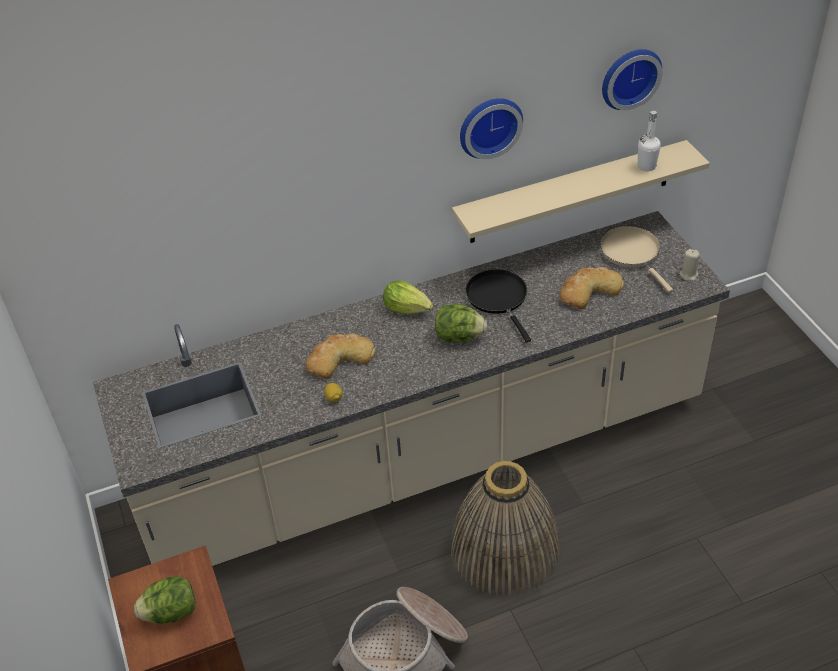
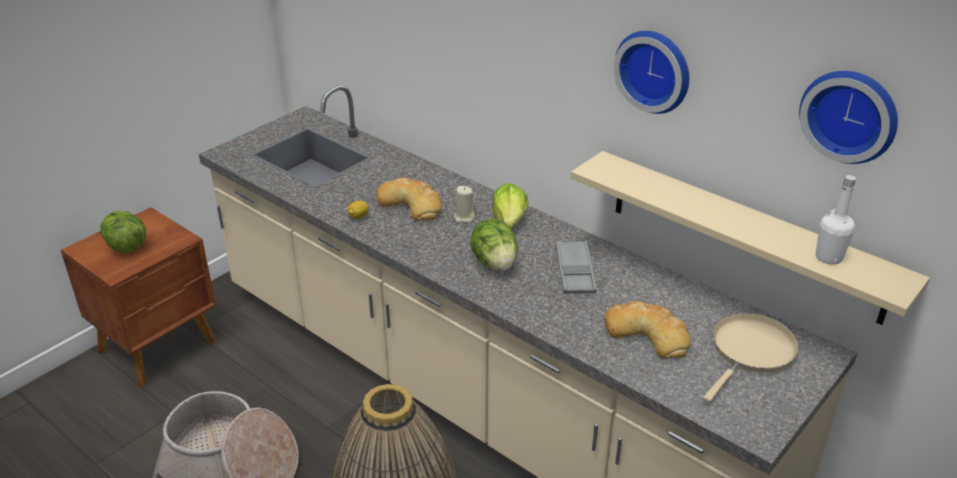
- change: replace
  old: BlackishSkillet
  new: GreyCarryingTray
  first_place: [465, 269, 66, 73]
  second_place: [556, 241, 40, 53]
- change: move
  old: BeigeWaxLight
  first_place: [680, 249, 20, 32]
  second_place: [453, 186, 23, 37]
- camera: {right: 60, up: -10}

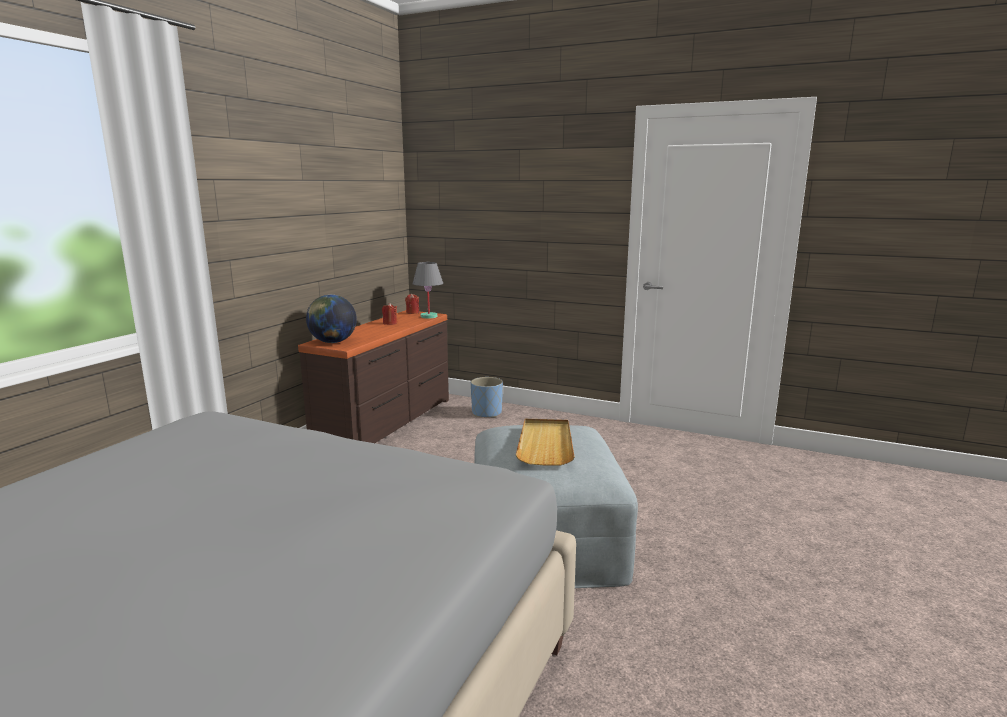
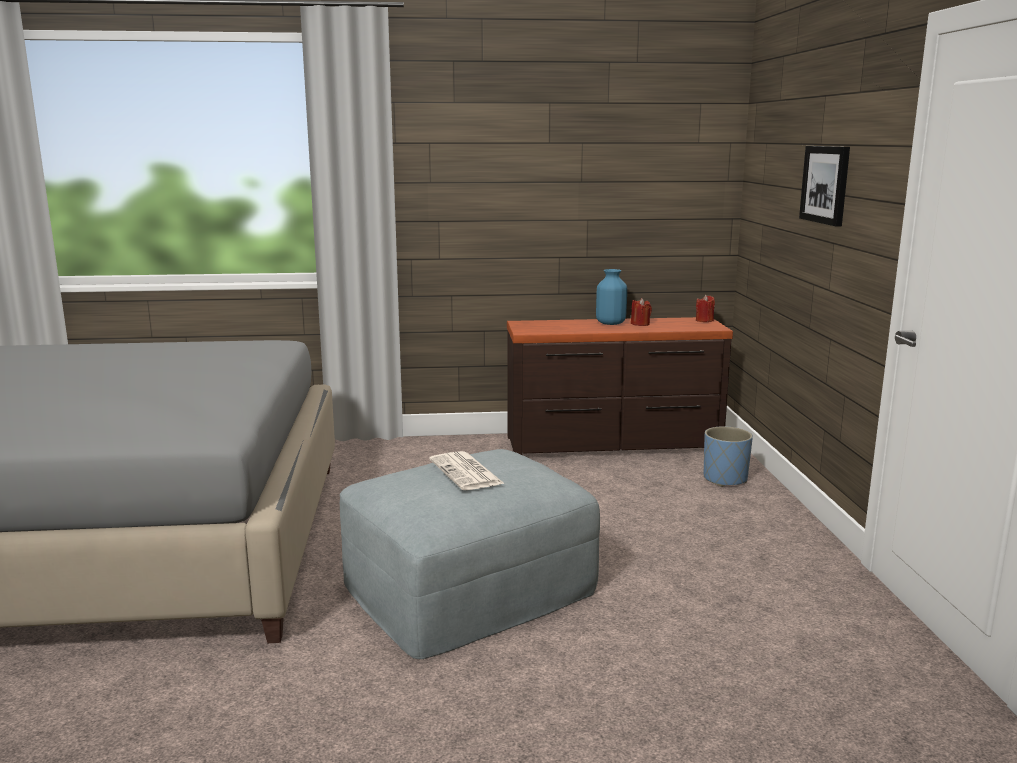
- change: delete
  old: WorldGlobe
  first_place: [306, 295, 51, 48]
- change: delete
  old: GreyTableLamp
  first_place: [412, 262, 31, 57]
- change: replace
  old: BeigeCarryingTray
  new: Newspaper
  first_place: [516, 419, 59, 47]
  second_place: [430, 451, 75, 39]
- change: insert
  new: BlueDecorativeVase
  second_place: [596, 269, 31, 56]
- change: insert
  new: WallArt
  second_place: [799, 146, 51, 81]
- camera: {right: 60, up: 0}

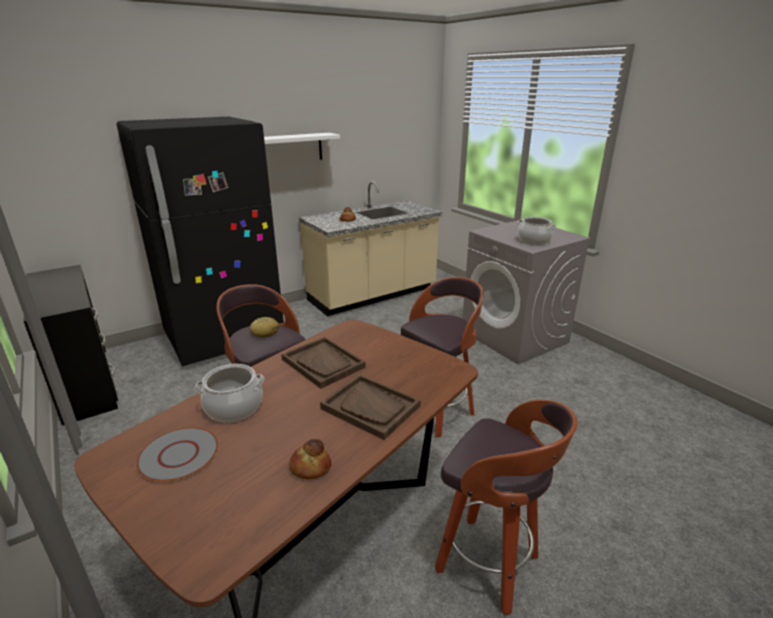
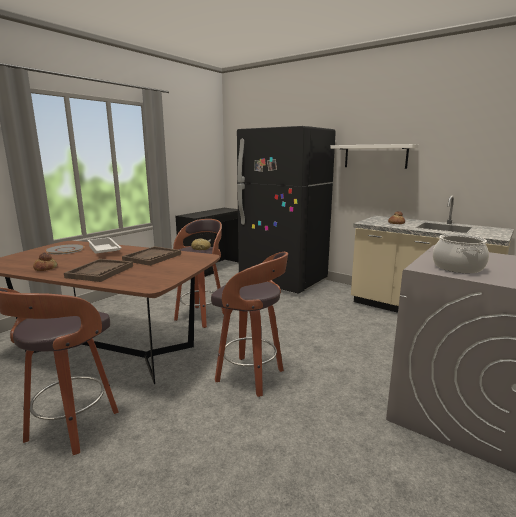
- change: replace
  old: Saucepot
  new: WhiteColouredCarryingTray
  first_place: [195, 364, 69, 58]
  second_place: [87, 237, 34, 17]
- camera: {right: 70, up: -10}

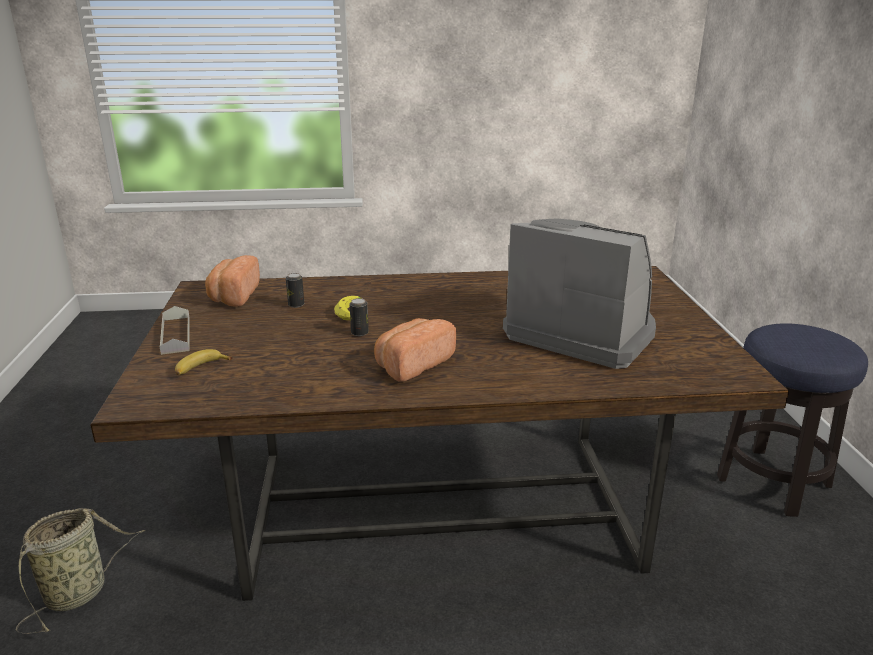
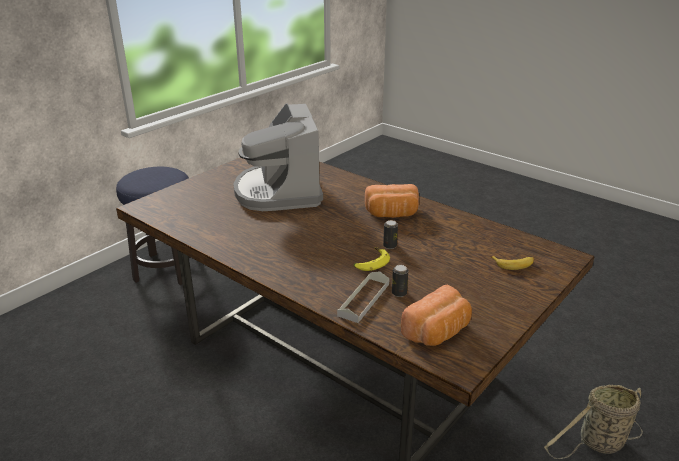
- change: move
  old: GreyCarryingTray
  first_place: [160, 306, 30, 49]
  second_place: [337, 271, 53, 52]
- camera: {right: -135, up: 5}

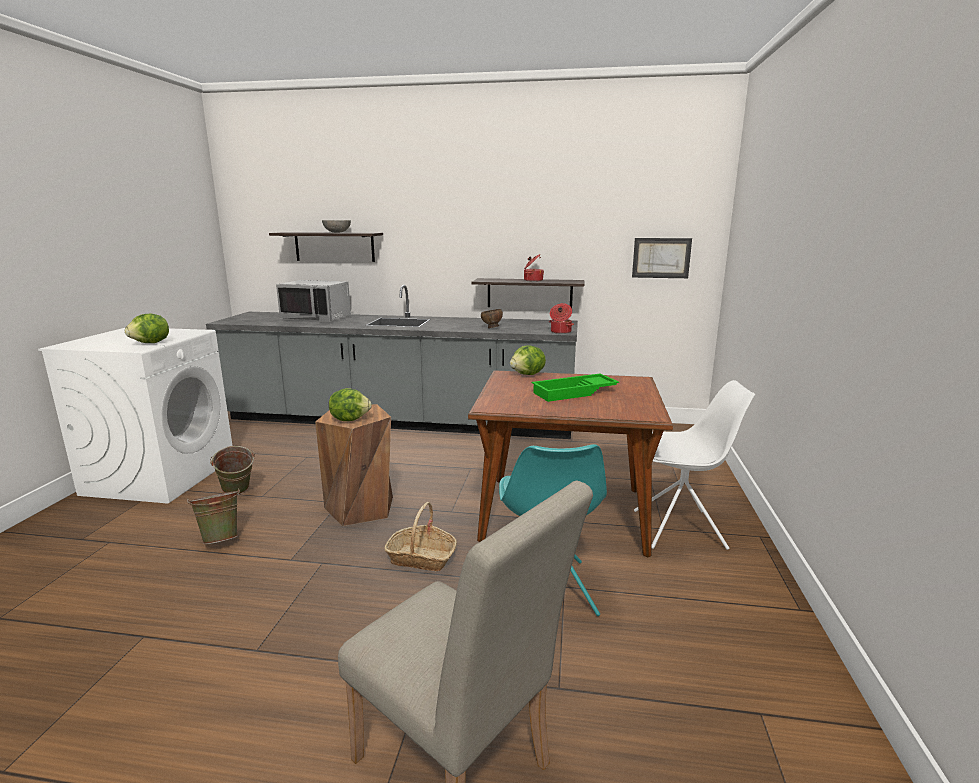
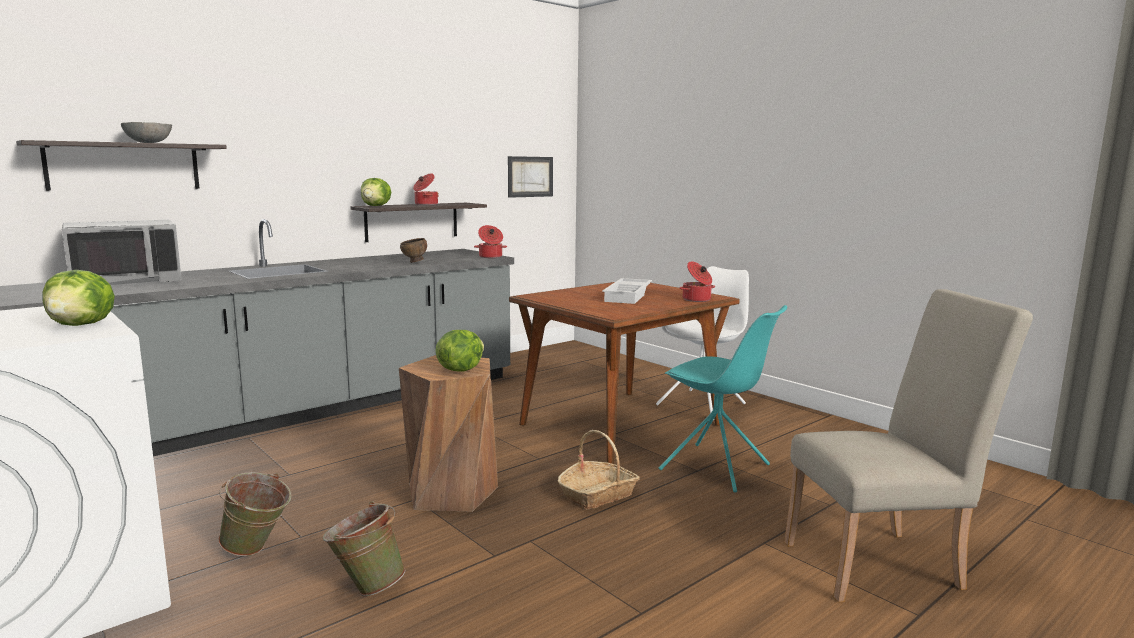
- change: move
  old: LettuceHead
  first_place: [510, 346, 36, 29]
  second_place: [361, 178, 30, 28]
- change: recolor
  old: GreenCarryingTray
  new: WhiteColouredCarryingTray
  first_place: [531, 374, 88, 28]
  second_place: [602, 278, 50, 26]
- change: insert
  new: Saucepot
  second_place: [680, 261, 35, 41]
- camera: {right: -50, up: -5}

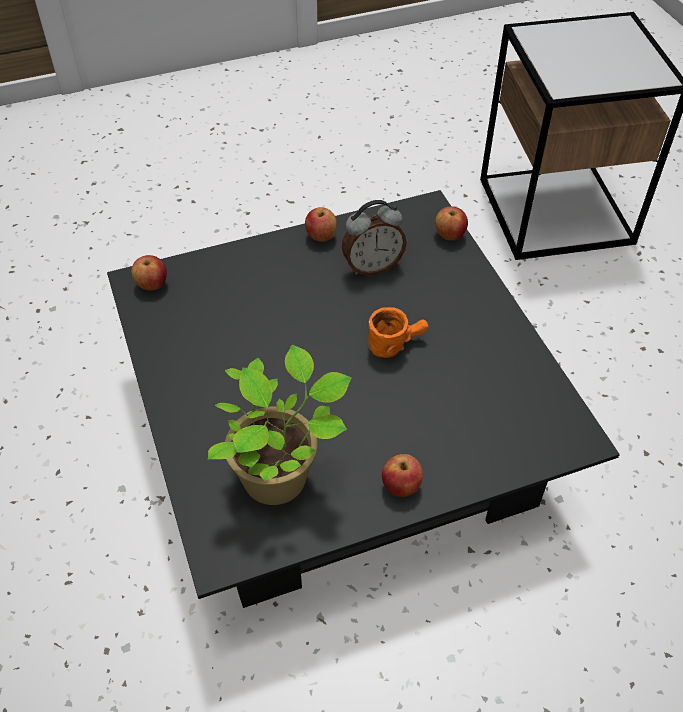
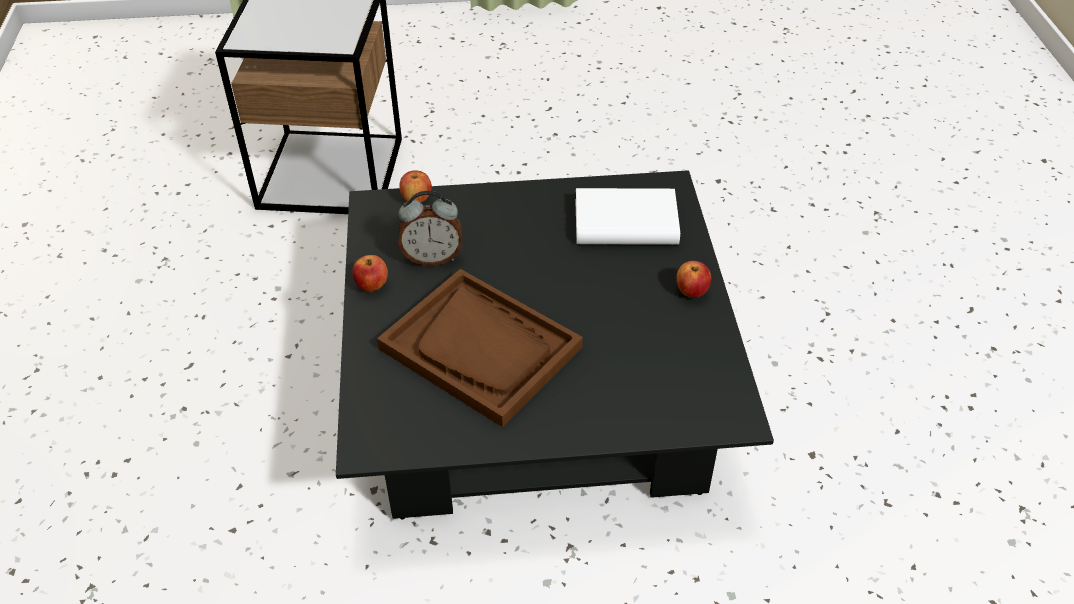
- change: delete
  old: WholeApple
  first_place: [131, 255, 36, 36]
- change: delete
  old: Houseplant
  first_place: [208, 345, 143, 160]
- change: rotate
  old: AlarmClock
  first_place: [342, 200, 65, 76]
  second_place: [398, 191, 64, 75]
  degrees: 90
- change: delete
  old: OrangeyMug
  first_place: [368, 307, 61, 51]
- change: insert
  new: BrownColouredCarryingTray
  second_place: [377, 269, 206, 158]
- change: insert
  new: WhiteColouredBoundBook
  second_place: [576, 188, 104, 57]
- camera: {right: -75, up: -5}

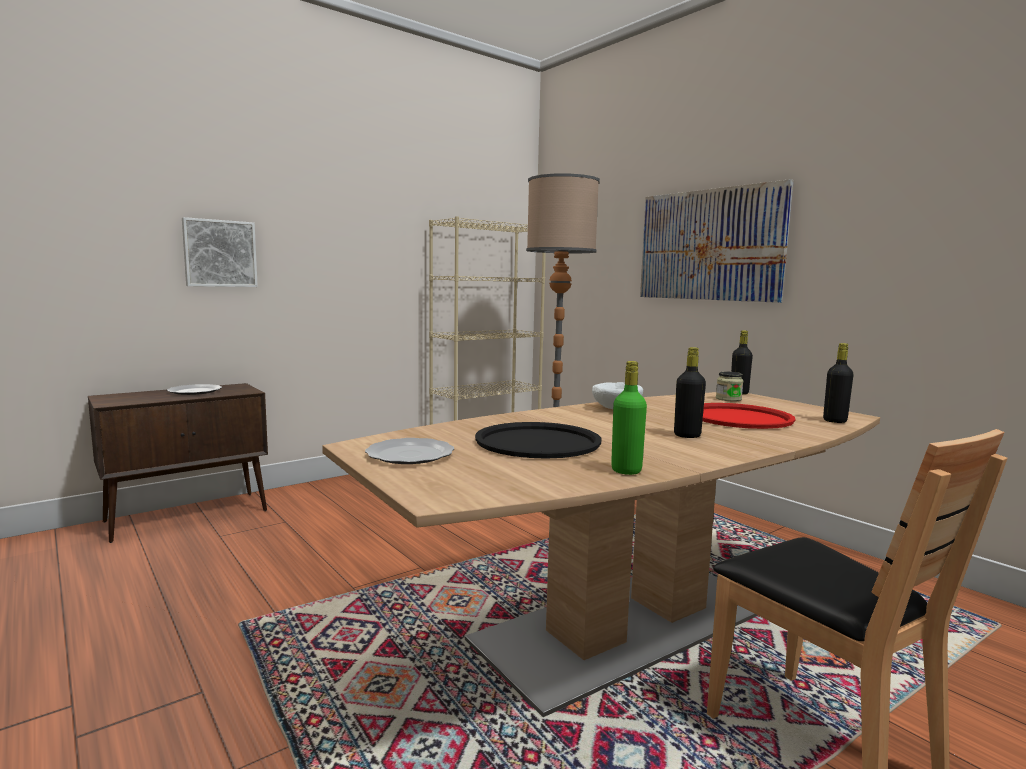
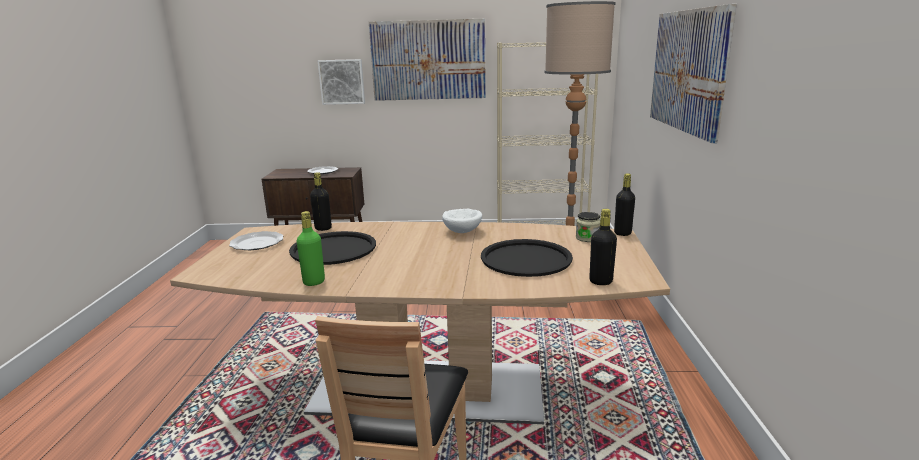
- change: move
  old: BlackishDrinkBottle
  first_place: [674, 347, 32, 91]
  second_place: [310, 172, 22, 59]
- change: recolor
  old: RedColouredCarryingTray
  new: BlackishCarryingTray
  first_place: [702, 403, 94, 26]
  second_place: [481, 239, 92, 38]
- change: insert
  new: WallArt
  second_place: [369, 19, 117, 82]
- camera: {right: 40, up: 10}

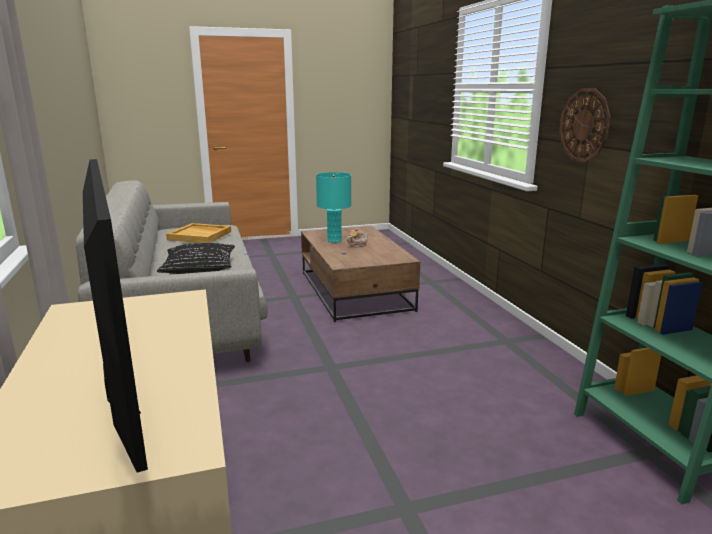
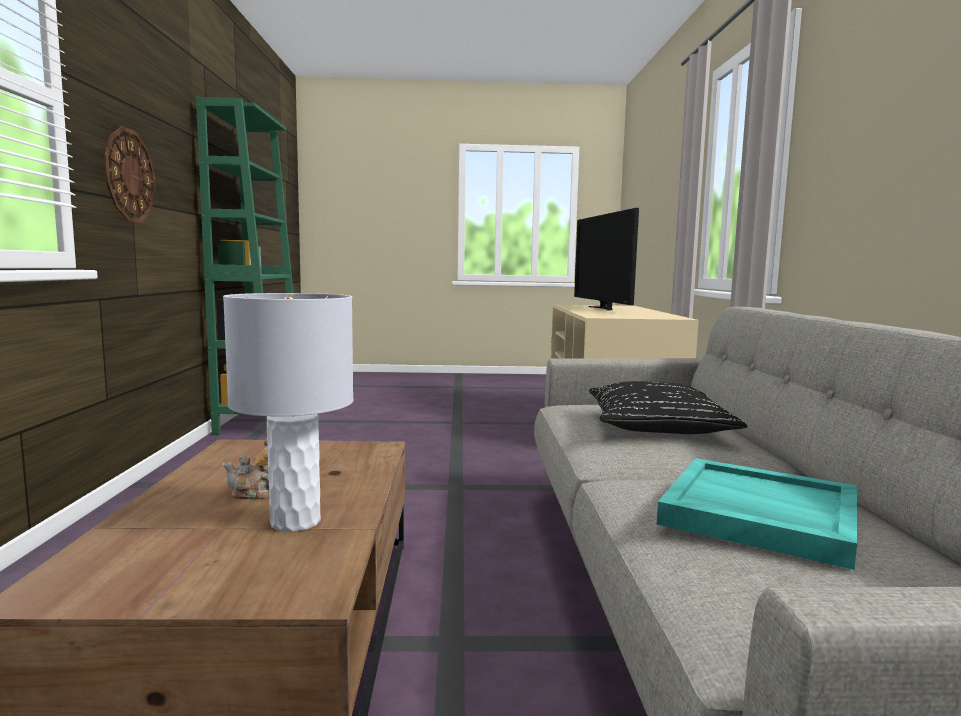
- change: recolor
  old: BeigeCarryingTray
  new: TurquoiseColouredCarryingTray
  first_place: [166, 223, 65, 20]
  second_place: [657, 458, 200, 112]
- change: recolor
  old: TurquoiseColouredTableLamp
  new: GreyTableLamp
  first_place: [316, 172, 35, 71]
  second_place: [223, 293, 130, 239]
- camera: {right: -165, up: -10}

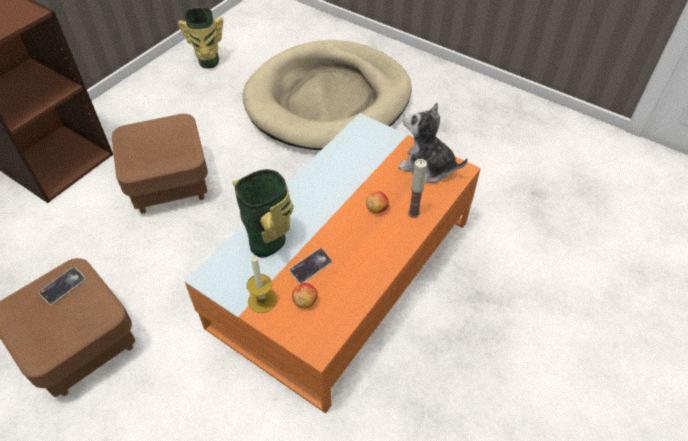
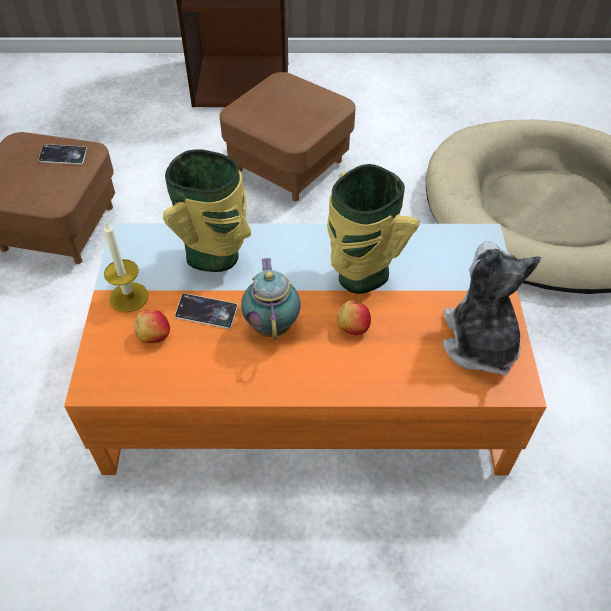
- change: move
  old: DecorativeVase
  first_place: [178, 7, 45, 62]
  second_place: [327, 164, 93, 130]
- change: delete
  old: WaxLight
  first_place: [408, 159, 19, 59]
- change: insert
  new: TeaPot
  second_place: [241, 258, 60, 82]
- camera: {right: 55, up: 0}

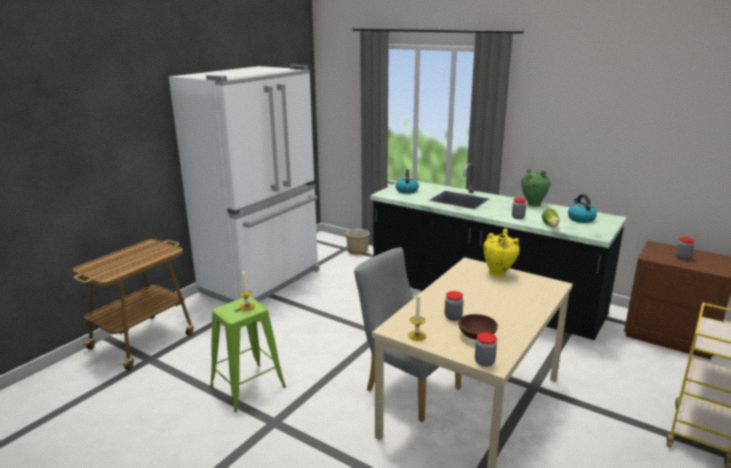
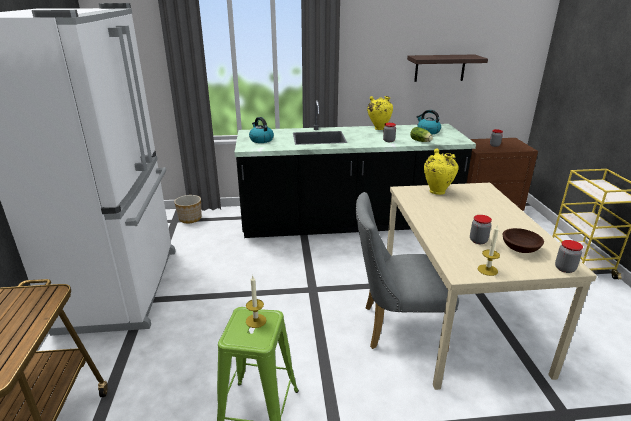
- change: recolor
  old: GreenDecorativeVase
  new: YellowishDecorativeVase
  first_place: [521, 168, 30, 38]
  second_place: [367, 96, 26, 34]
- change: insert
  new: WallShelf
  second_place: [407, 55, 81, 27]
- camera: {right: -40, up: 5}

